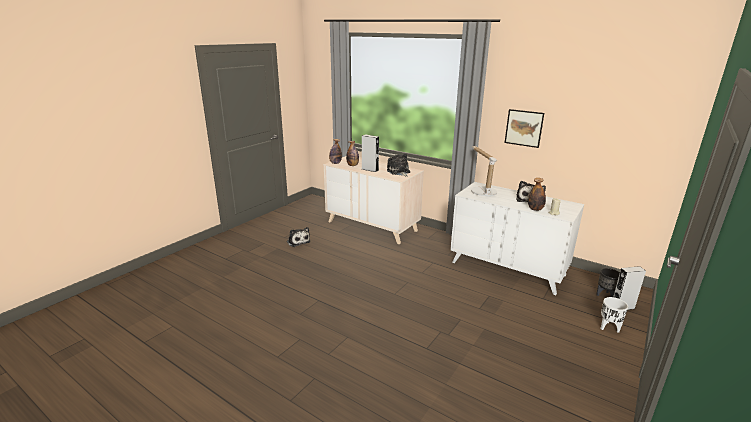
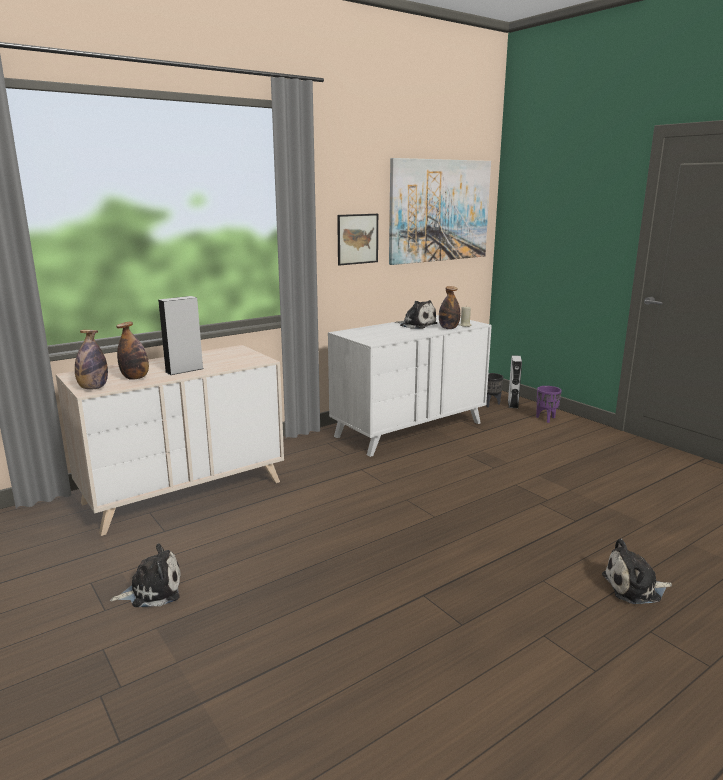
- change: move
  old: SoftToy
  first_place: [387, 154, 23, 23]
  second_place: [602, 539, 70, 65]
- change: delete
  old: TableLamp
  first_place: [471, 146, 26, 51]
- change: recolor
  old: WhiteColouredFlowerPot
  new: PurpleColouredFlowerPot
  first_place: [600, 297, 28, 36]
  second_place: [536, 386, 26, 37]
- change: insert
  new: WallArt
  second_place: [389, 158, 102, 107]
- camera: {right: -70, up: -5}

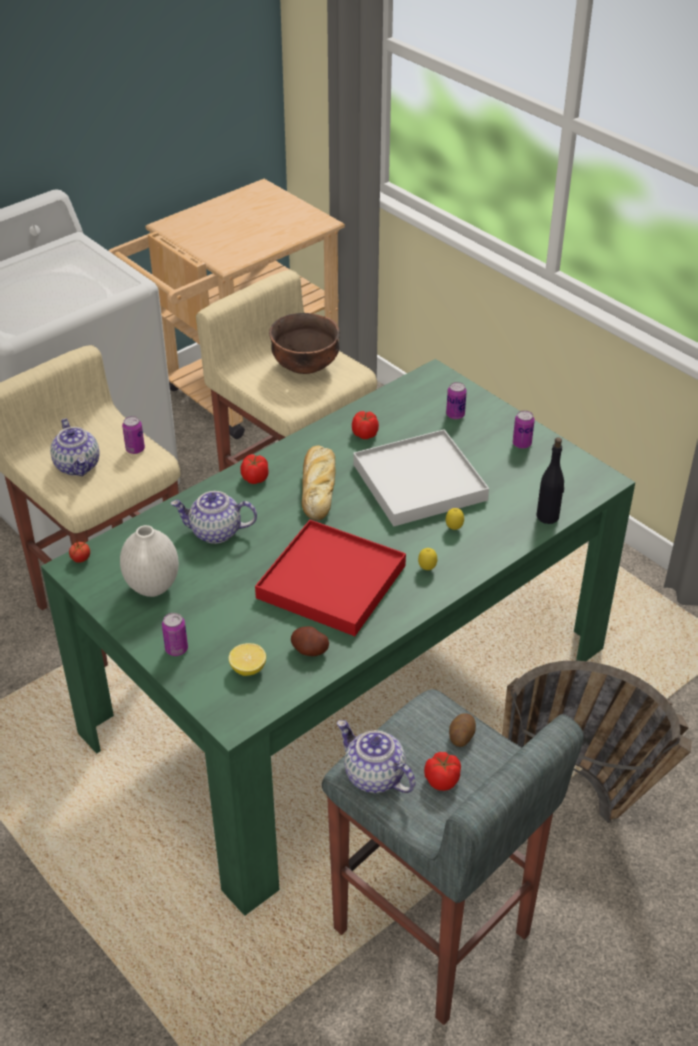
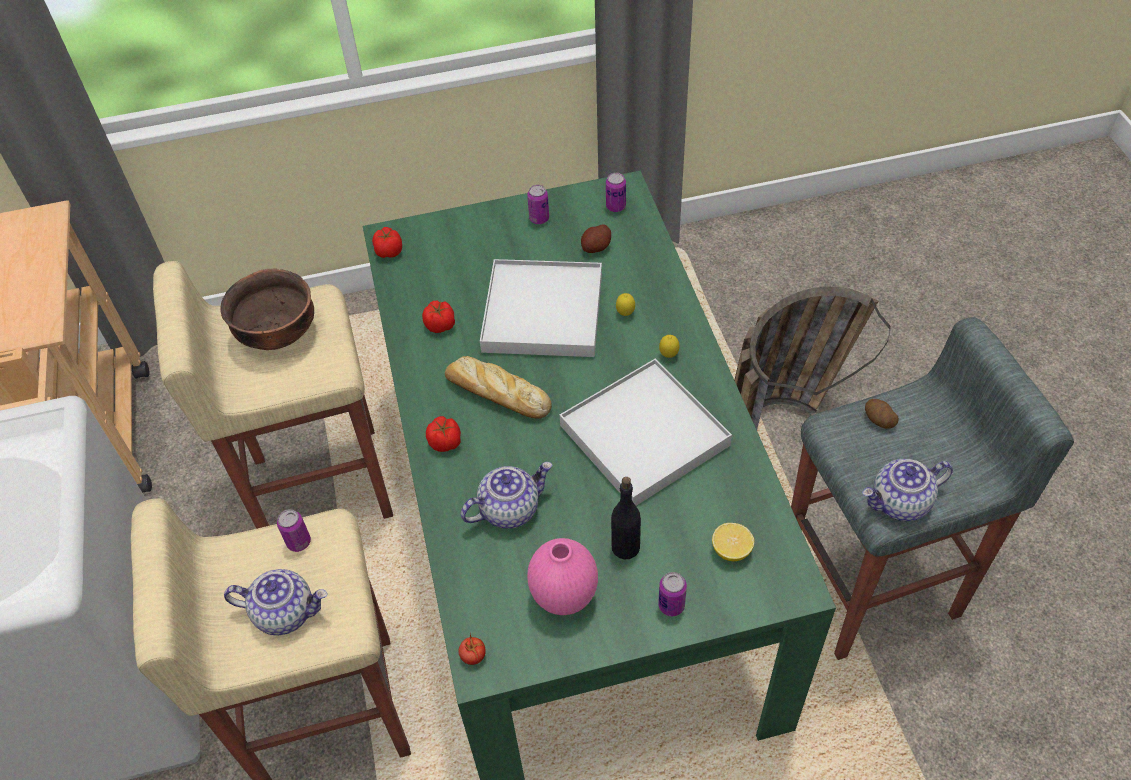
- change: recolor
  old: WhiteColouredDecorativeVase
  new: PinkColouredDecorativeVase
  first_place: [120, 525, 59, 72]
  second_place: [527, 538, 71, 77]
- change: rotate
  old: TeaPot
  first_place: [170, 491, 87, 53]
  second_place: [461, 462, 92, 67]
  degrees: -150
- change: recolor
  old: RedColouredCarryingTray
  new: WhiteColouredCarryingTray
  first_place: [255, 520, 151, 116]
  second_place: [560, 358, 172, 148]
- change: move
  old: Spud
  first_place: [291, 626, 38, 30]
  second_place: [581, 224, 30, 29]
- change: move
  old: WholeTomato
  first_place: [424, 752, 37, 39]
  second_place: [372, 227, 30, 31]
- change: move
  old: Can
  first_place: [446, 382, 21, 38]
  second_place: [606, 172, 20, 40]
- change: move
  old: BlackishDrinkBottle
  first_place: [536, 437, 28, 87]
  second_place: [611, 477, 30, 82]
- camera: {right: -60, up: 10}

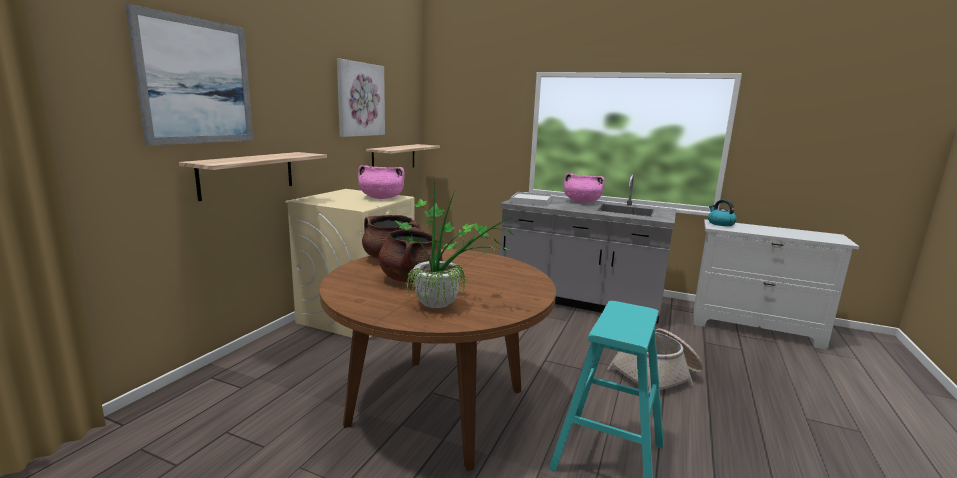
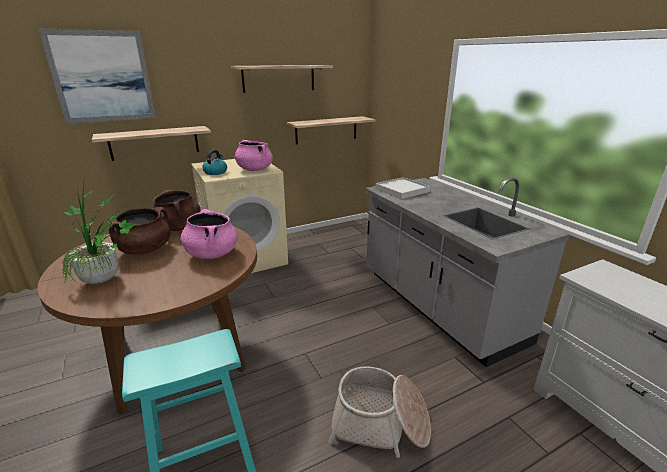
- change: replace
  old: WallArt
  new: WallShelf
  first_place: [337, 59, 48, 78]
  second_place: [231, 65, 102, 28]
- change: move
  old: PinkColouredSaucepot
  first_place: [564, 173, 41, 30]
  second_place: [181, 209, 57, 50]
- change: move
  old: WaterKettle
  first_place: [708, 200, 29, 26]
  second_place: [202, 150, 25, 25]
- camera: {right: 40, up: 10}

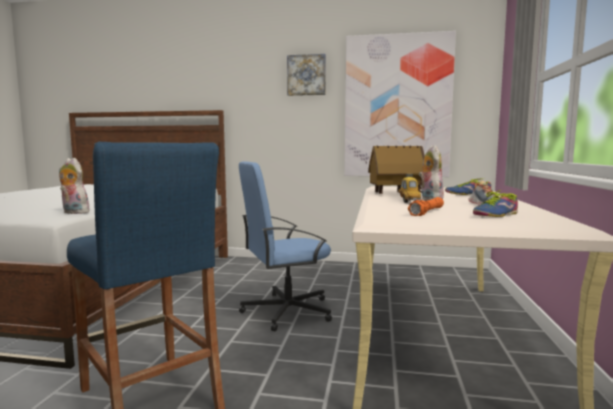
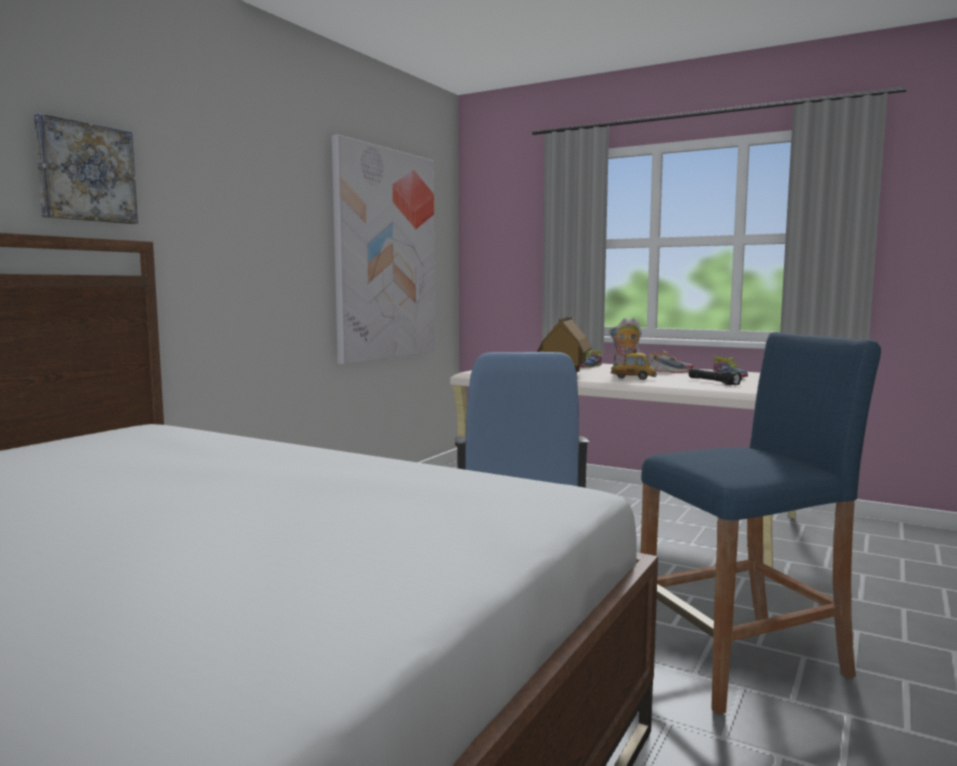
- change: delete
  old: SoftToy
  first_place: [59, 158, 31, 56]
- change: move
  old: WallArt
  first_place: [287, 54, 39, 42]
  second_place: [34, 113, 104, 111]
- change: recolor
  old: OrangeyFlashlight
  new: BlackishFlashlight
  first_place: [408, 197, 36, 19]
  second_place: [688, 368, 54, 17]
- camera: {right: -70, up: 0}

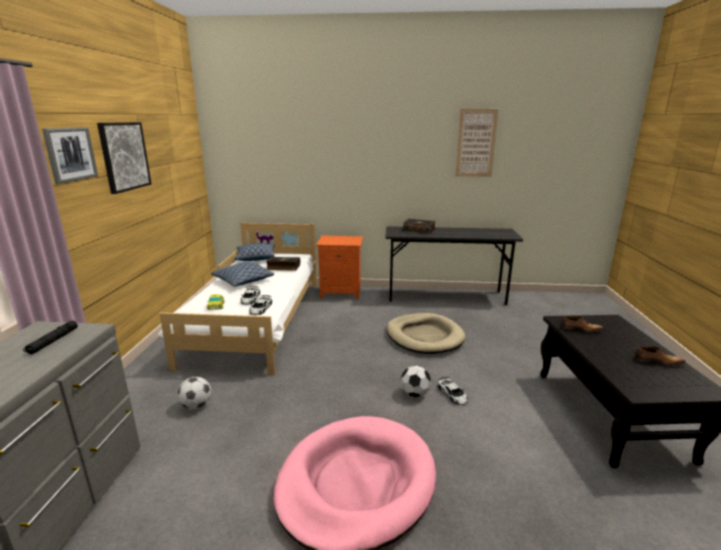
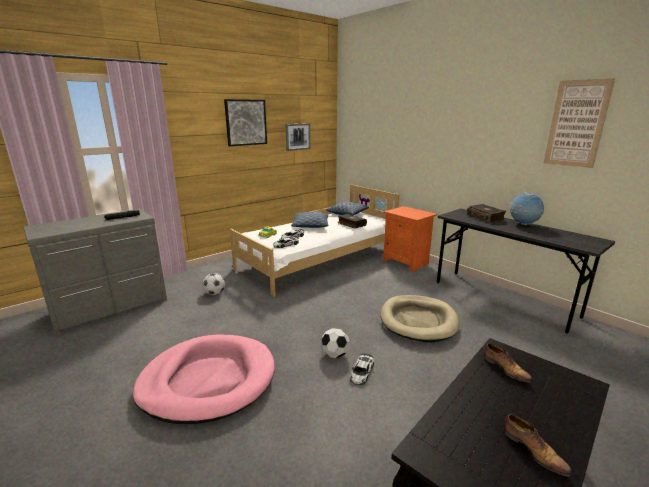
- change: move
  old: WallArt
  first_place: [42, 127, 56, 57]
  second_place: [286, 123, 24, 28]
- change: insert
  new: WorldGlobe
  second_place: [510, 193, 34, 32]
- camera: {right: 45, up: 0}

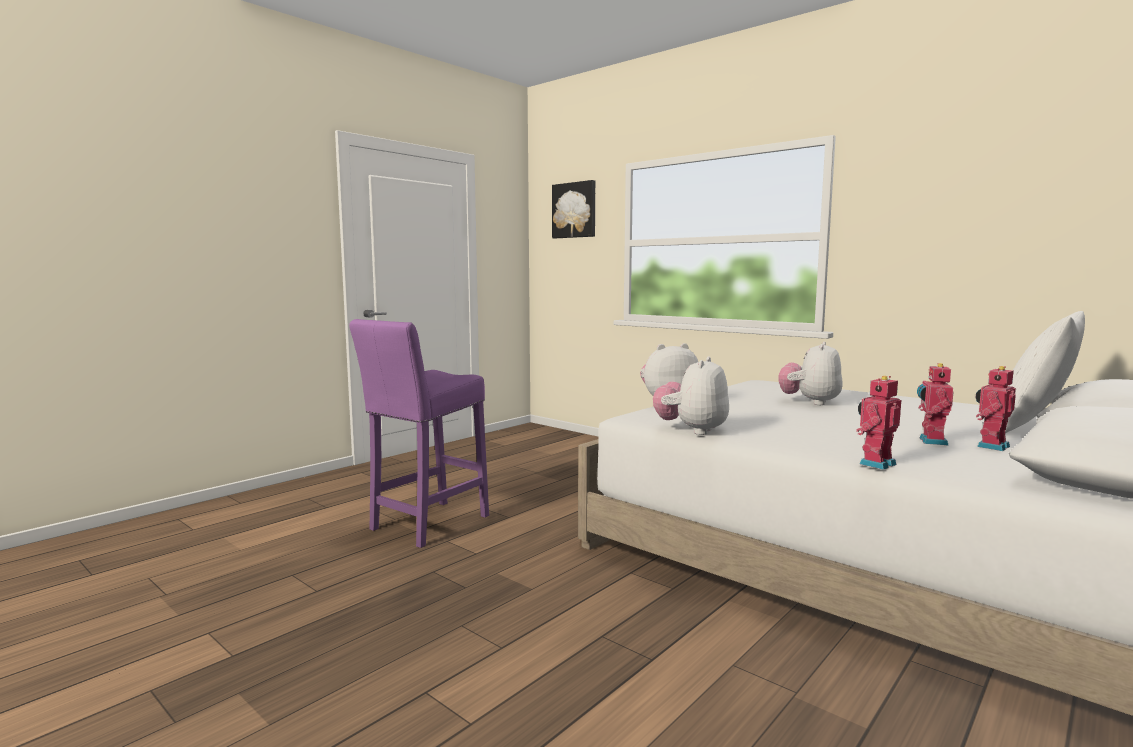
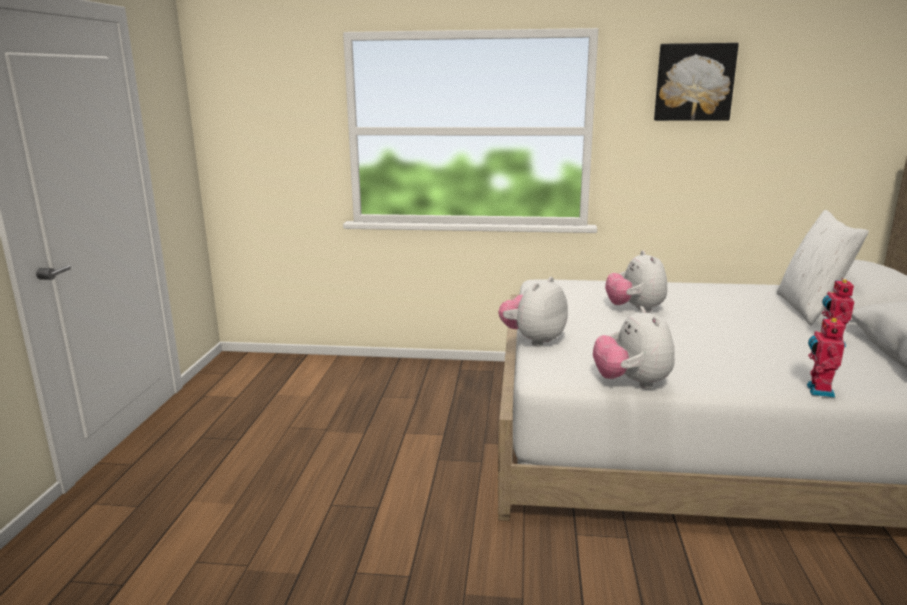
- change: delete
  old: PurpleColouredSittingStool
  first_place: [349, 319, 140, 229]
- change: move
  old: WallArt
  first_place: [552, 180, 43, 58]
  second_place: [654, 43, 85, 78]
- change: delete
  old: ModelRobot
  first_place: [917, 363, 37, 82]
- camera: {right: -35, up: 10}

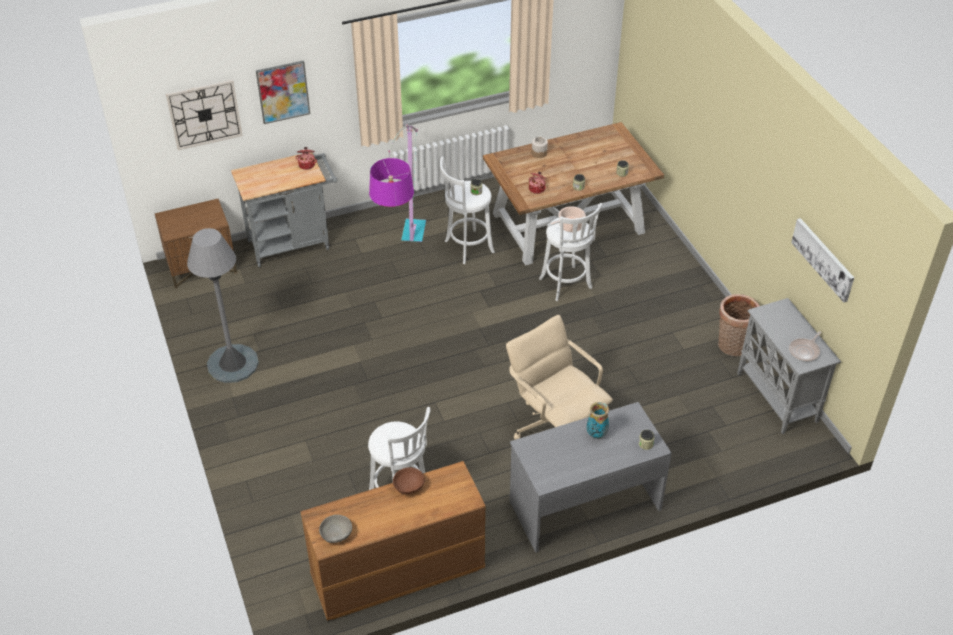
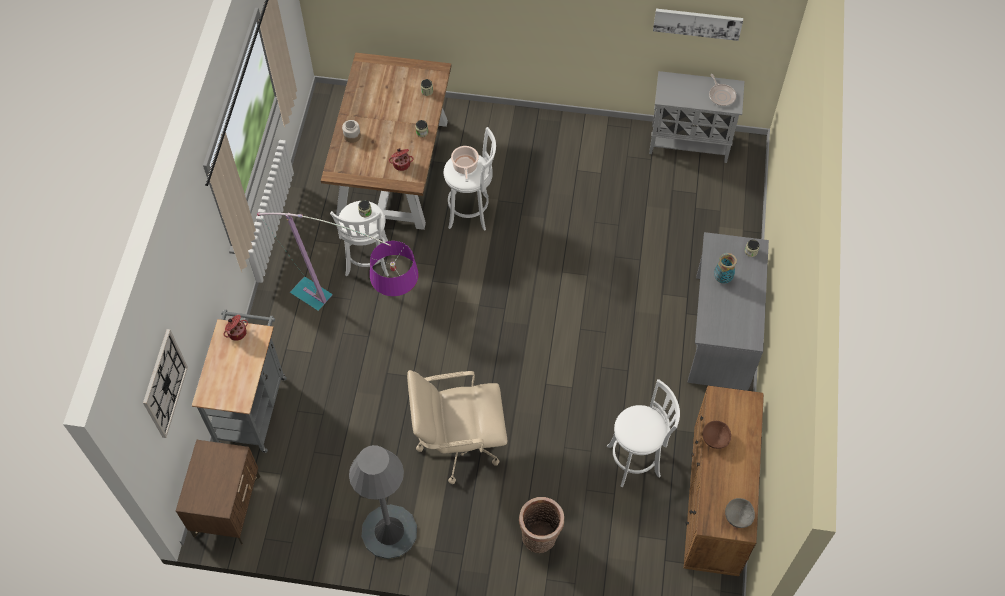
- change: delete
  old: WallArt
  first_place: [256, 60, 54, 64]
- change: move
  old: BeigeOfficeChair
  first_place: [506, 315, 107, 125]
  second_place: [407, 370, 100, 114]
- change: move
  old: HouseholdBasket
  first_place: [718, 294, 42, 62]
  second_place: [519, 497, 45, 56]
- camera: {right: -60, up: 15}

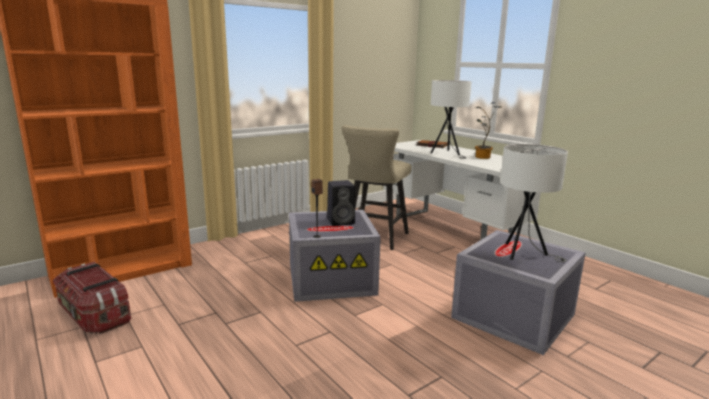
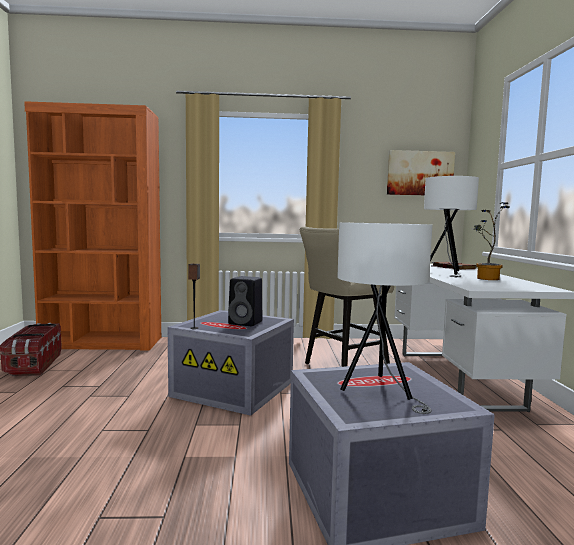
- change: insert
  new: WallArt
  second_place: [387, 150, 68, 45]
- camera: {right: 35, up: -10}

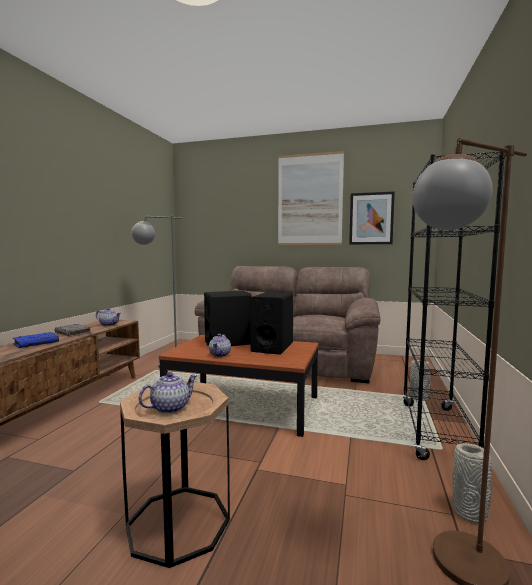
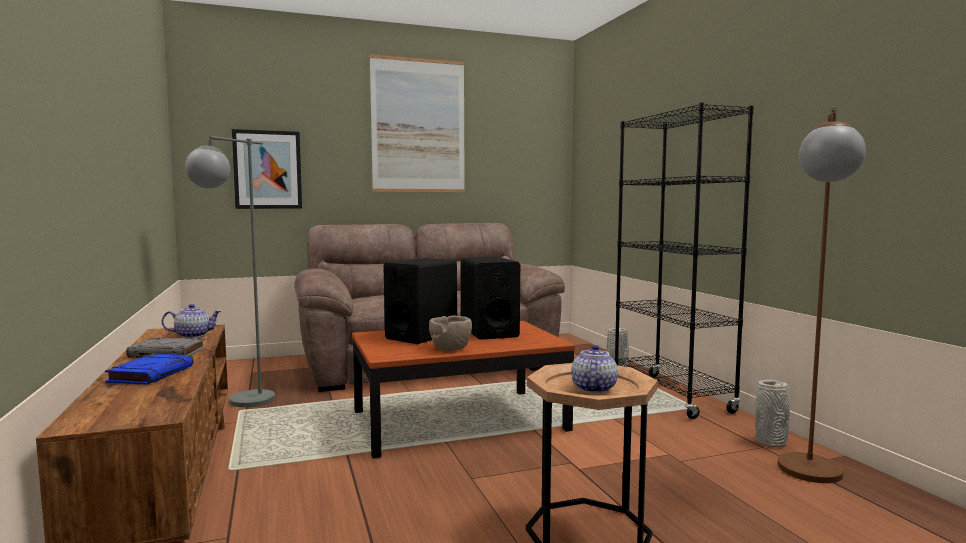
- change: replace
  old: TeaPot
  new: BrownColouredServingBowl
  first_place: [209, 334, 22, 23]
  second_place: [429, 316, 43, 35]
- change: move
  old: WallArt
  first_place: [349, 191, 46, 53]
  second_place: [232, 129, 70, 80]
- camera: {right: -35, up: 0}

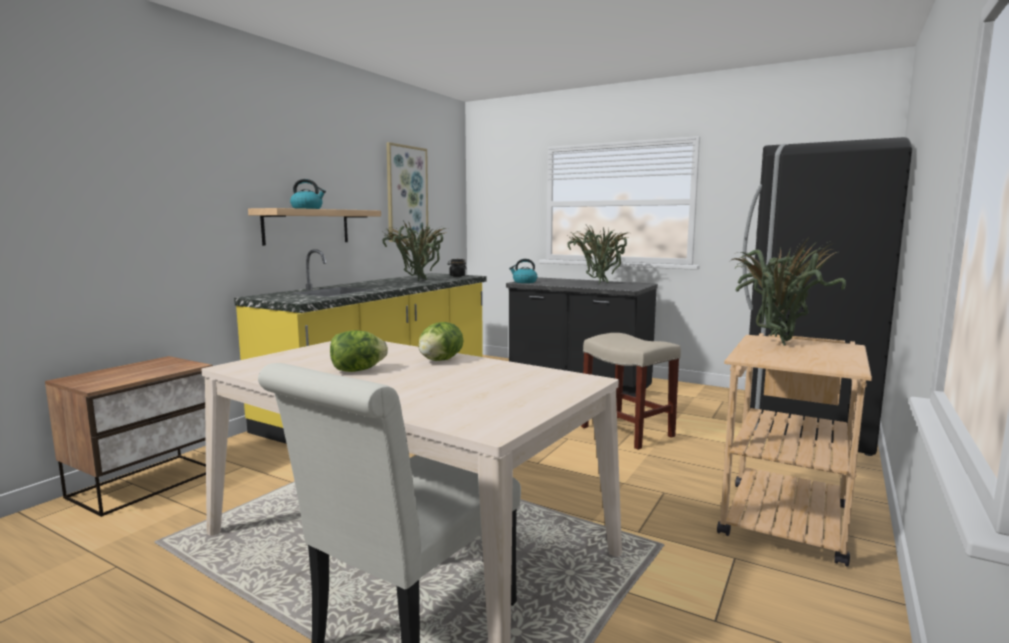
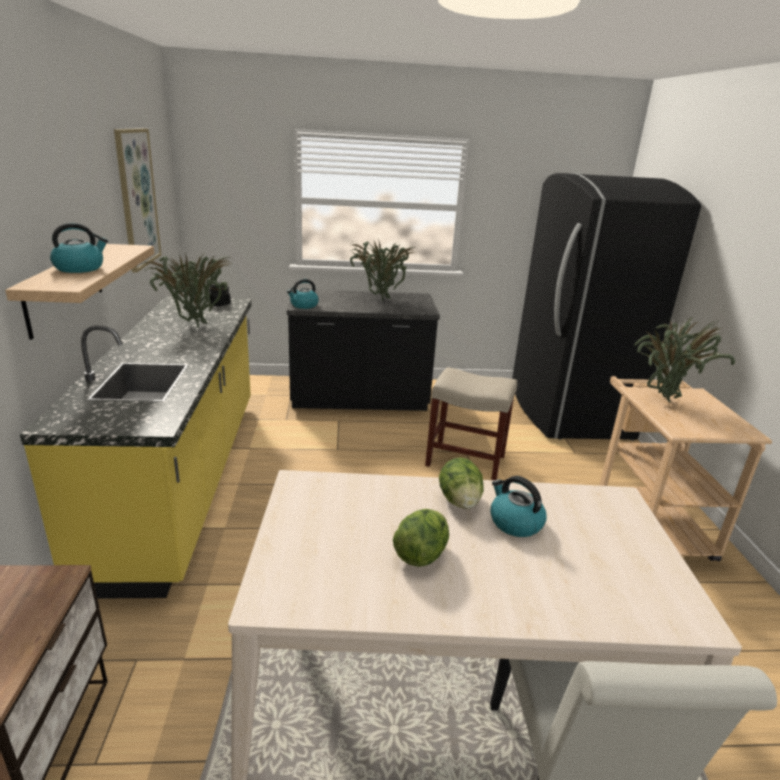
- change: insert
  new: WaterKettle
  second_place: [490, 476, 57, 61]
- camera: {right: -35, up: 15}

